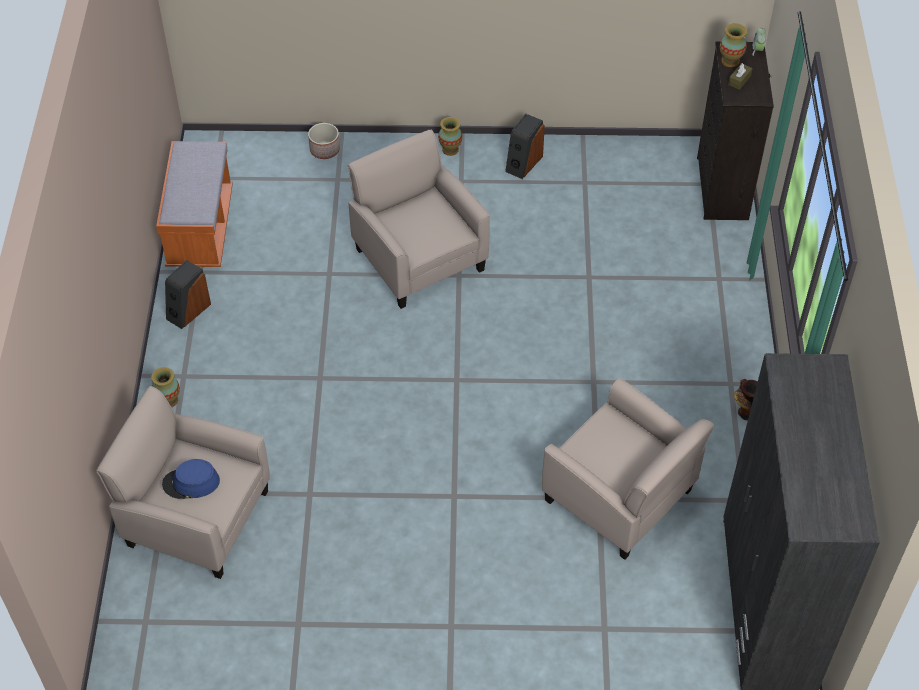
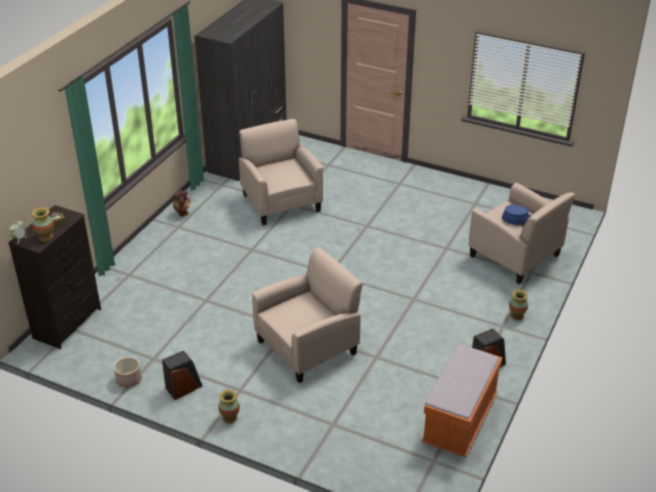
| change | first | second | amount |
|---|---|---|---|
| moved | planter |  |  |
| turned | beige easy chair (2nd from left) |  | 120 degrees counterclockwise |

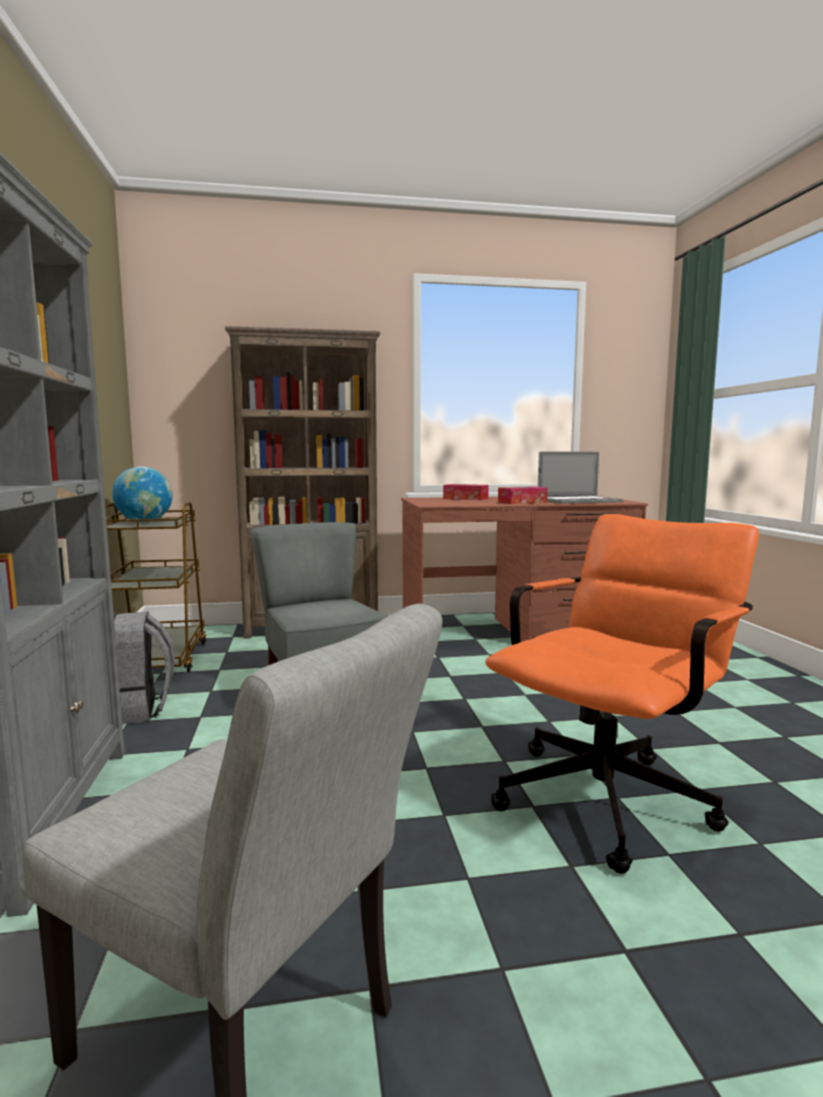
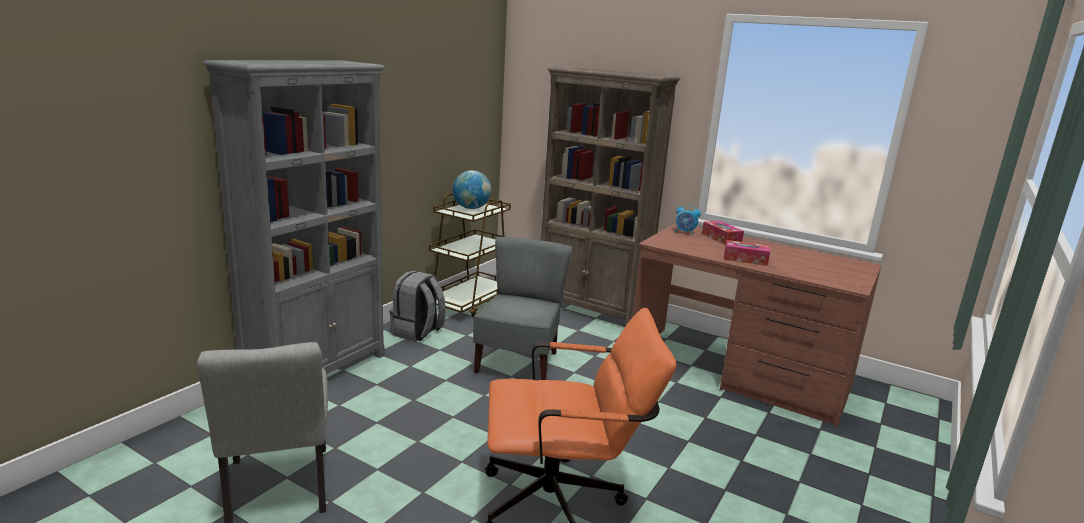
| change | first | second | amount |
|---|---|---|---|
| removed | portable computer |  |  |
| added |  | alarm clock |  |

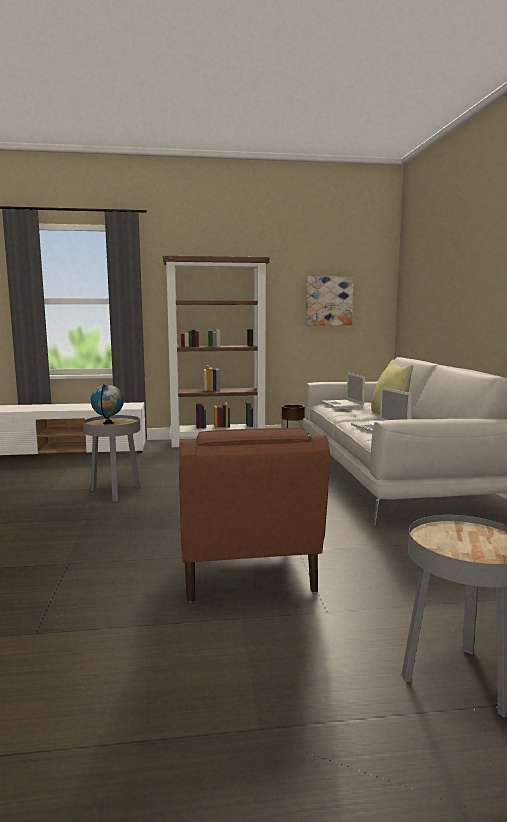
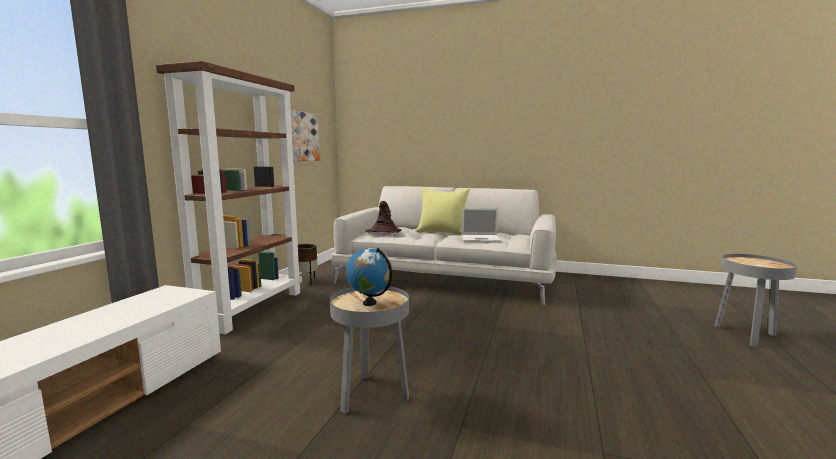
| change | first | second | amount |
|---|---|---|---|
| replaced | portable computer (1st from left) | brown-coloured wearable hat |  |
| removed | brown-coloured easy chair |  |  |

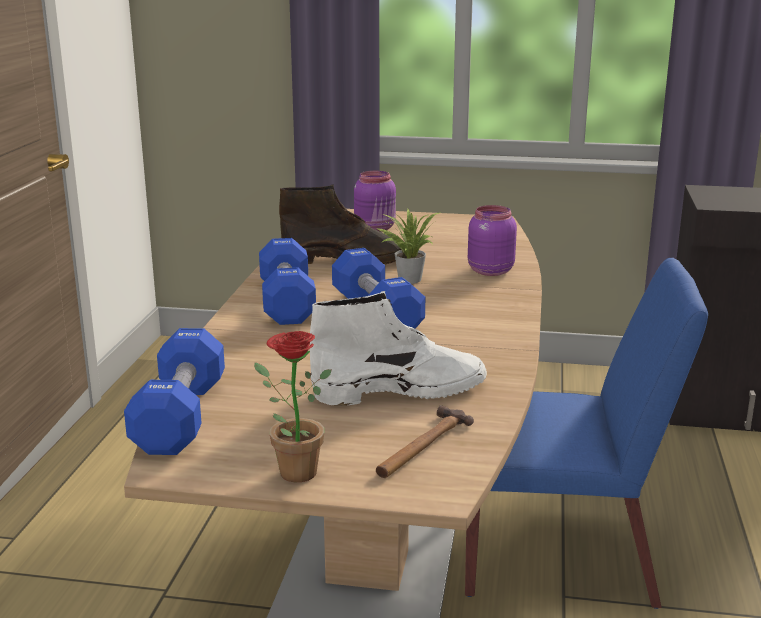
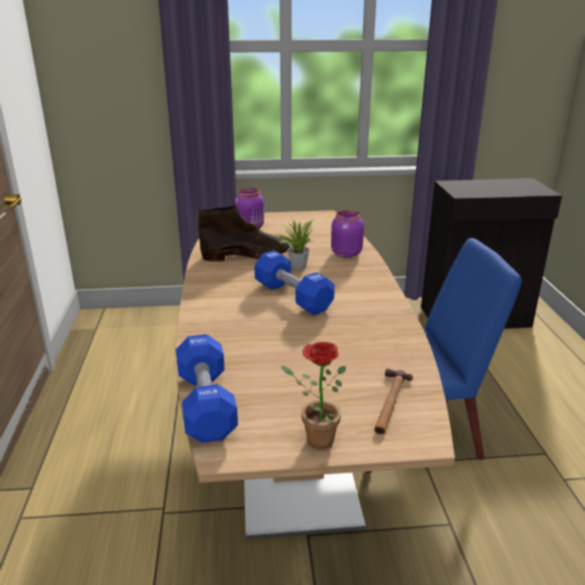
| change | first | second | amount |
|---|---|---|---|
| removed | bluish free weight (2nd from left) |  |  |
| removed | white-coloured high-top boot |  |  |

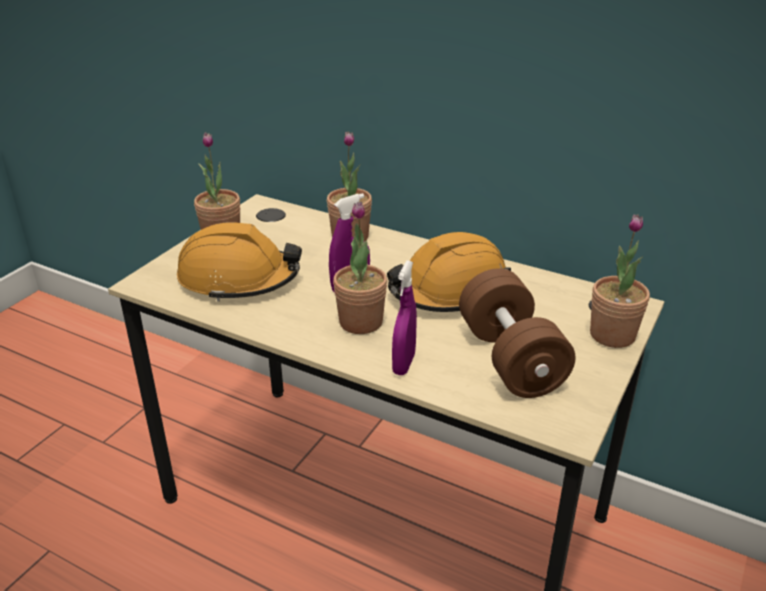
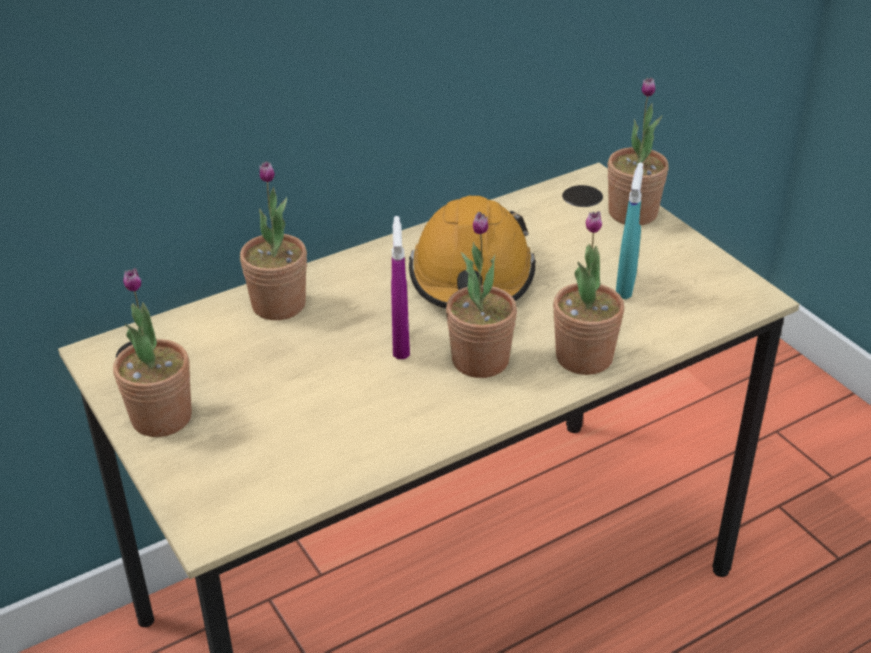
| change | first | second | amount |
|---|---|---|---|
| removed | orange work helmet (1st from left) |  |  |
| replaced | purple spray bottle (2nd from left) | plant in a pot (4th from left) |  |
| replaced | brown-coloured free weight | turquoise-coloured spray bottle |  |

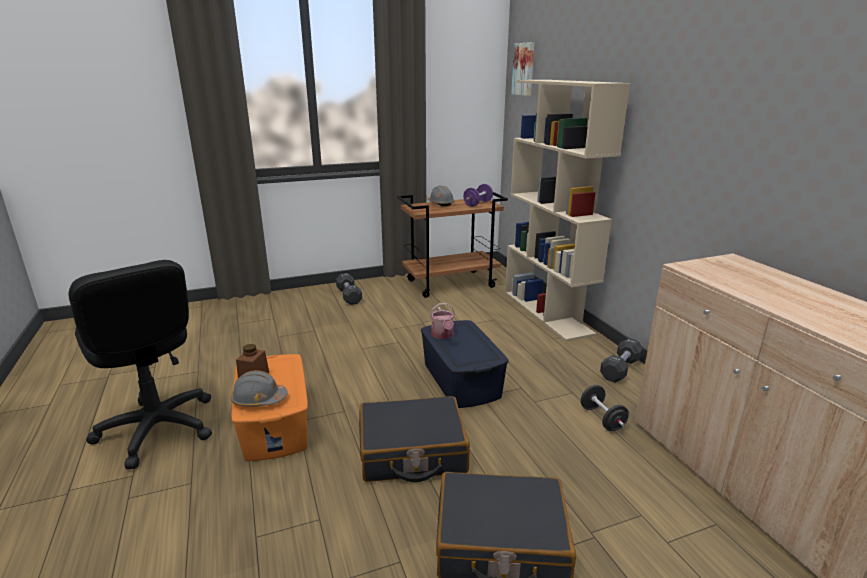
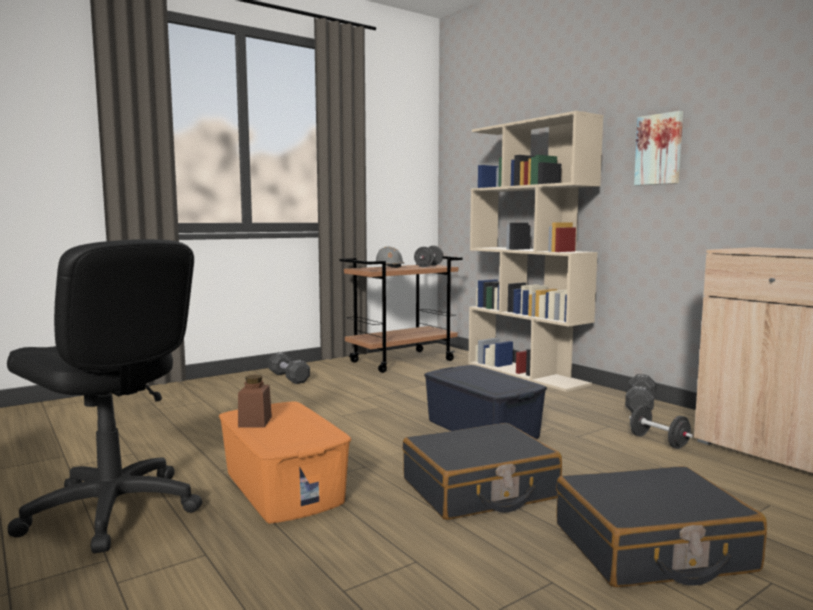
| change | first | second | amount |
|---|---|---|---|
| moved | wall picture |  |  |
| recoloured | purple free weight | black-coloured free weight (2nd from left) |  |
| removed | watering pot |  |  |
| removed | greyish work helmet (1st from left) |  |  |

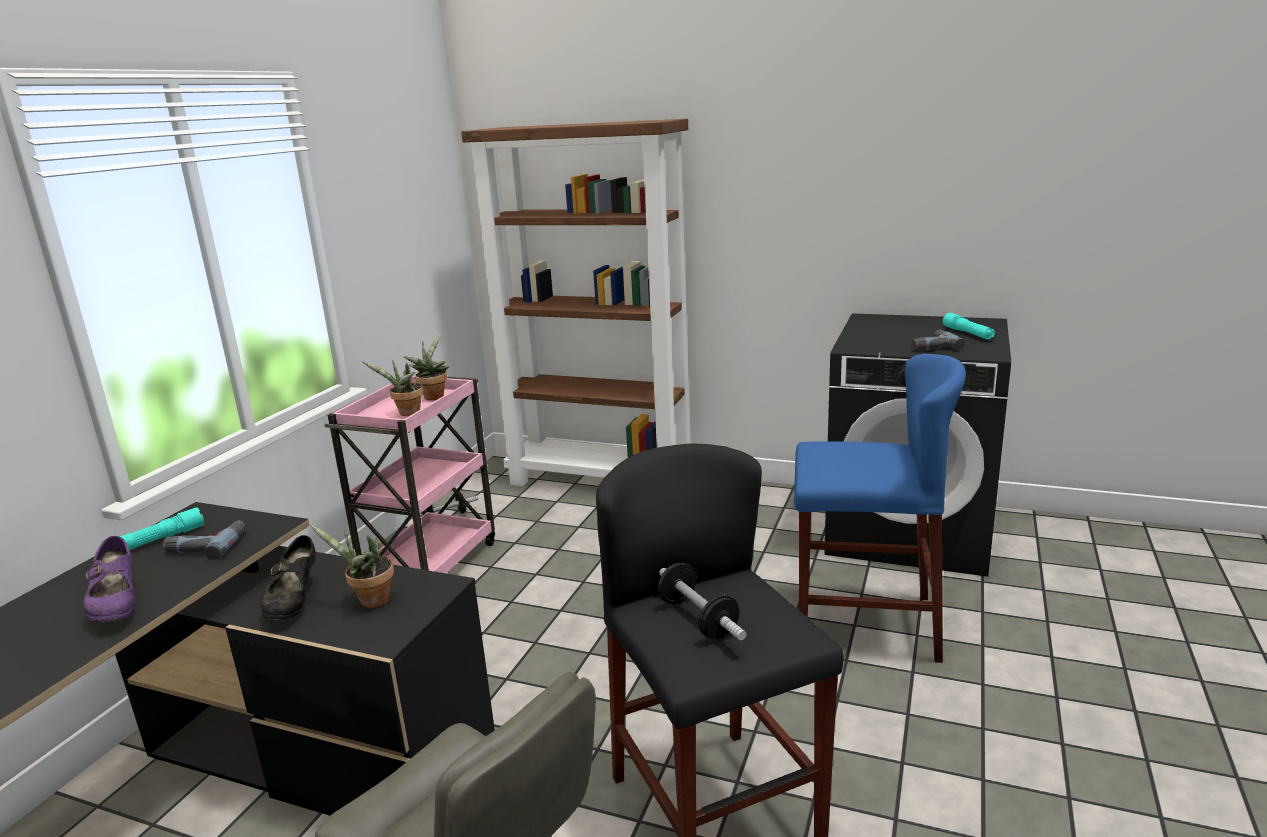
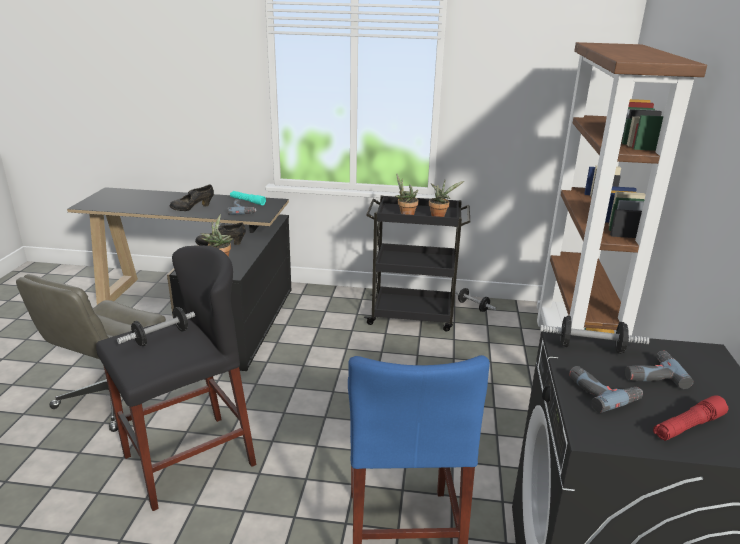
| change | first | second | amount |
|---|---|---|---|
| recoloured | turquoise-coloured hand torch (2nd from left) | red hand torch |  |
| recoloured | pink trolley | black-coloured trolley |  |
| recoloured | purple item of footwear | black-coloured item of footwear (1st from left) |  |
| added |  | free weight (3rd from left) |  |
| added |  | electric drill (3rd from left) |  |

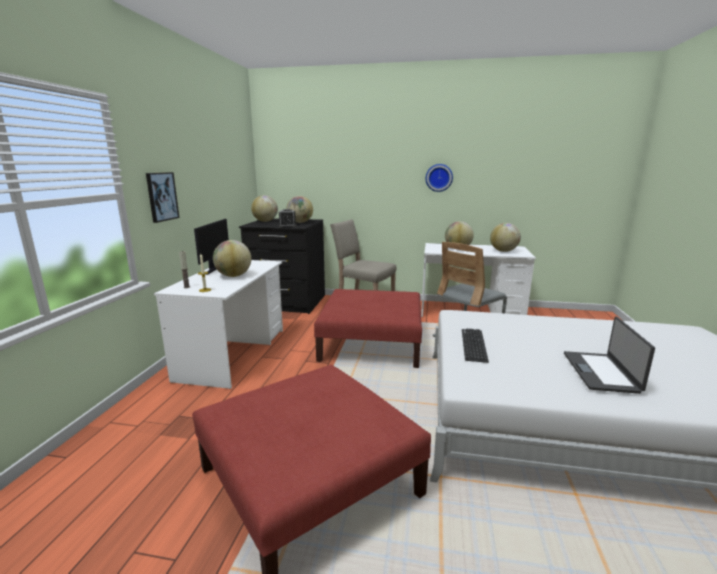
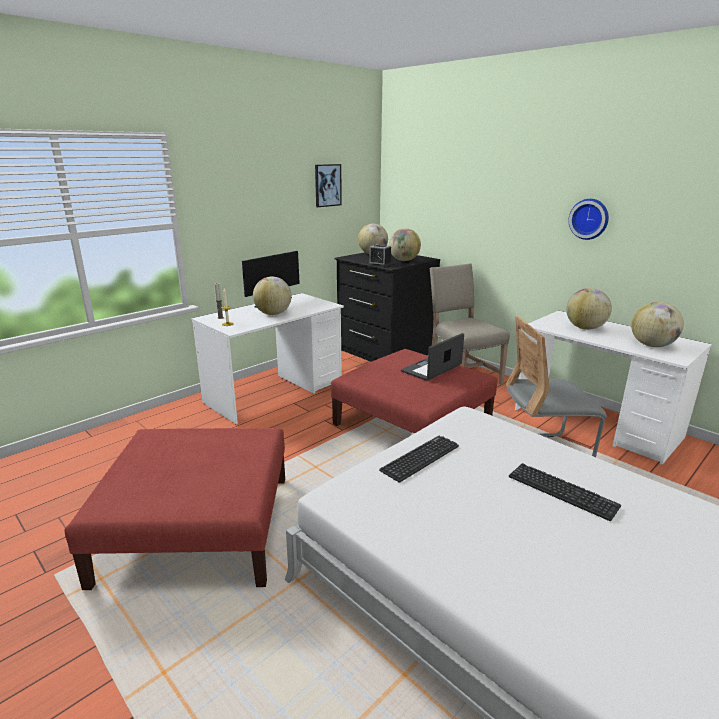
| change | first | second | amount |
|---|---|---|---|
| moved | wall picture |  |  |
| moved | portable computer |  |  |
| added |  | keyboard (2nd from left) |  |

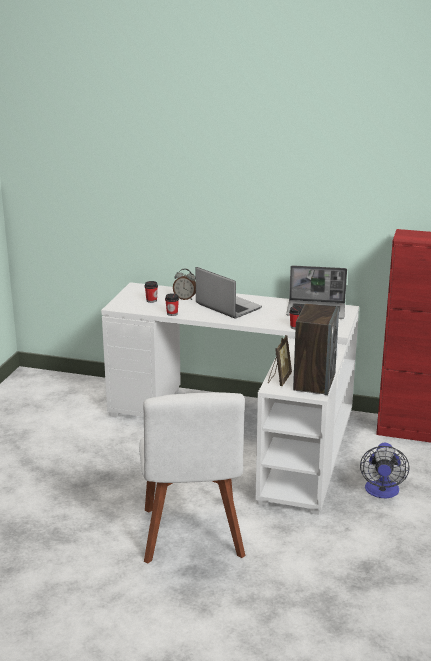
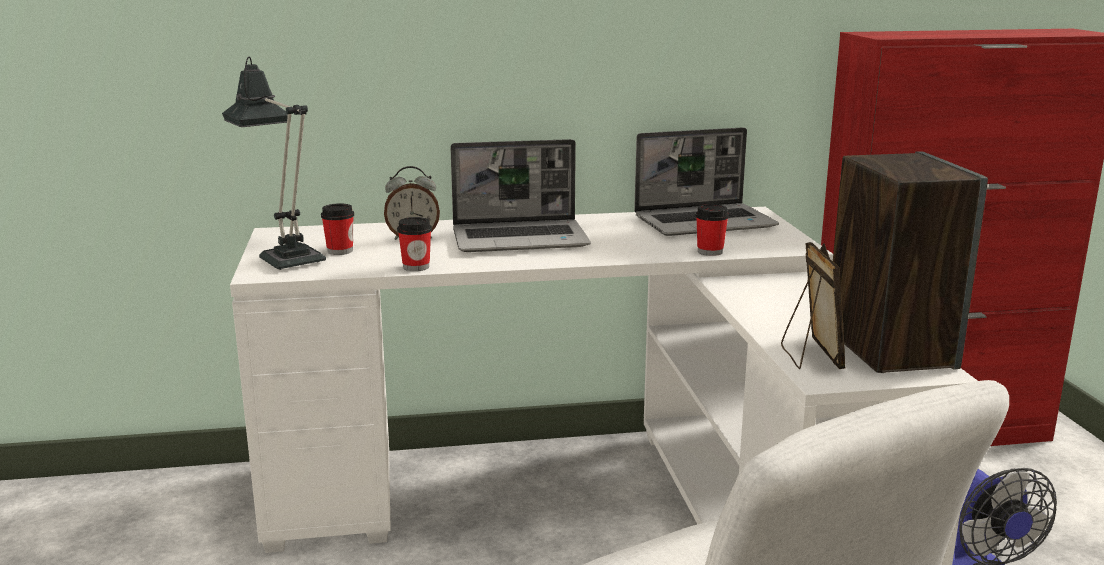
| change | first | second | amount |
|---|---|---|---|
| turned | portable computer (1st from left) |  | 150 degrees clockwise |
| added |  | tabletop lamp |  |

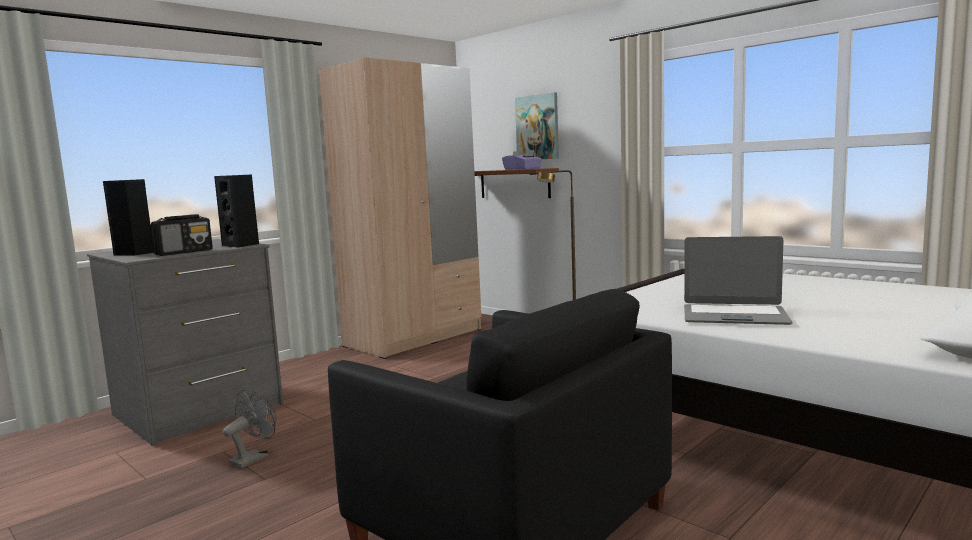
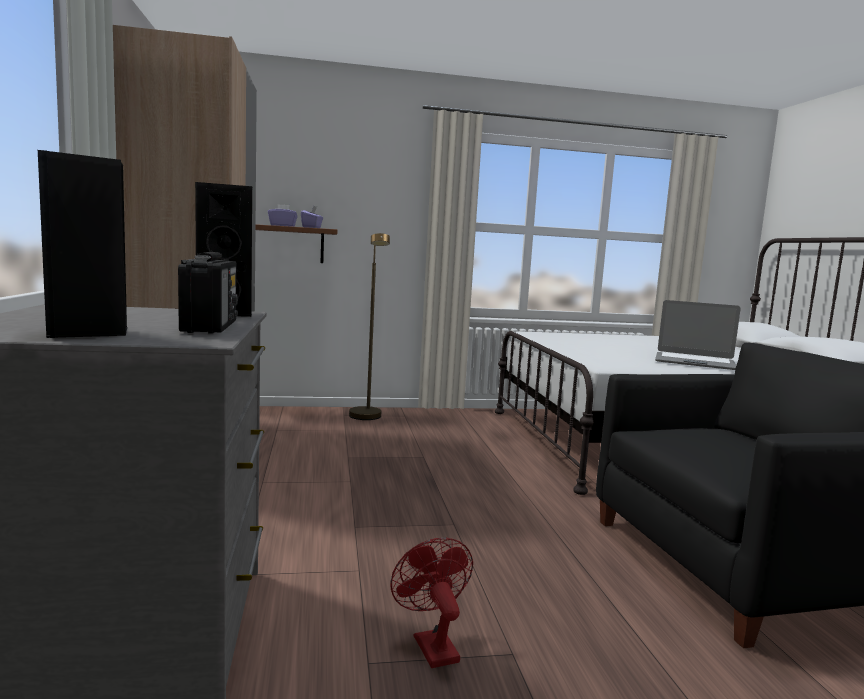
| change | first | second | amount |
|---|---|---|---|
| removed | wall picture |  |  |
| turned | portable computer |  | 60 degrees clockwise |
| recoloured | greyish electric fan | red electric fan |  |

